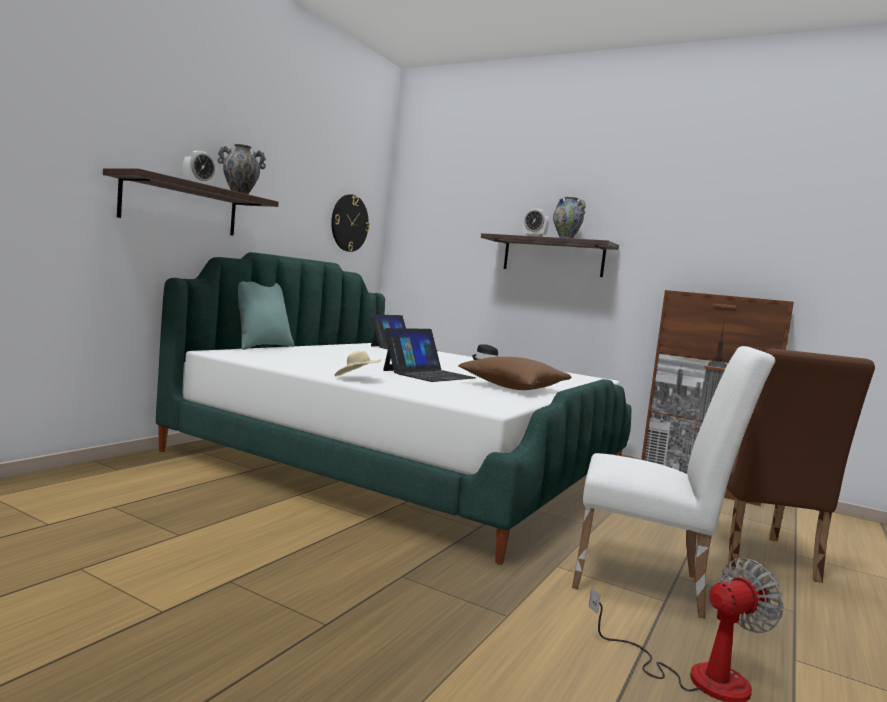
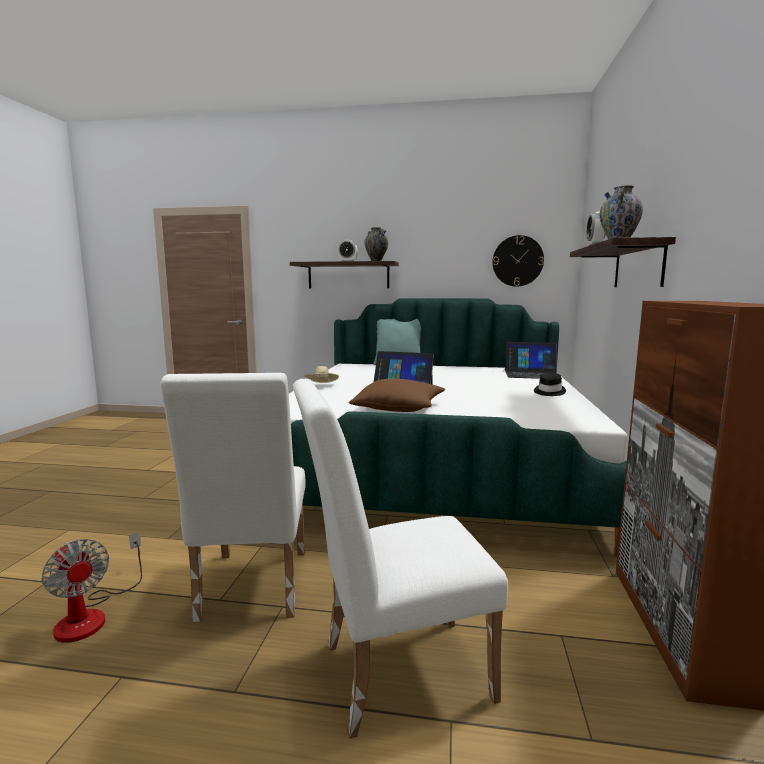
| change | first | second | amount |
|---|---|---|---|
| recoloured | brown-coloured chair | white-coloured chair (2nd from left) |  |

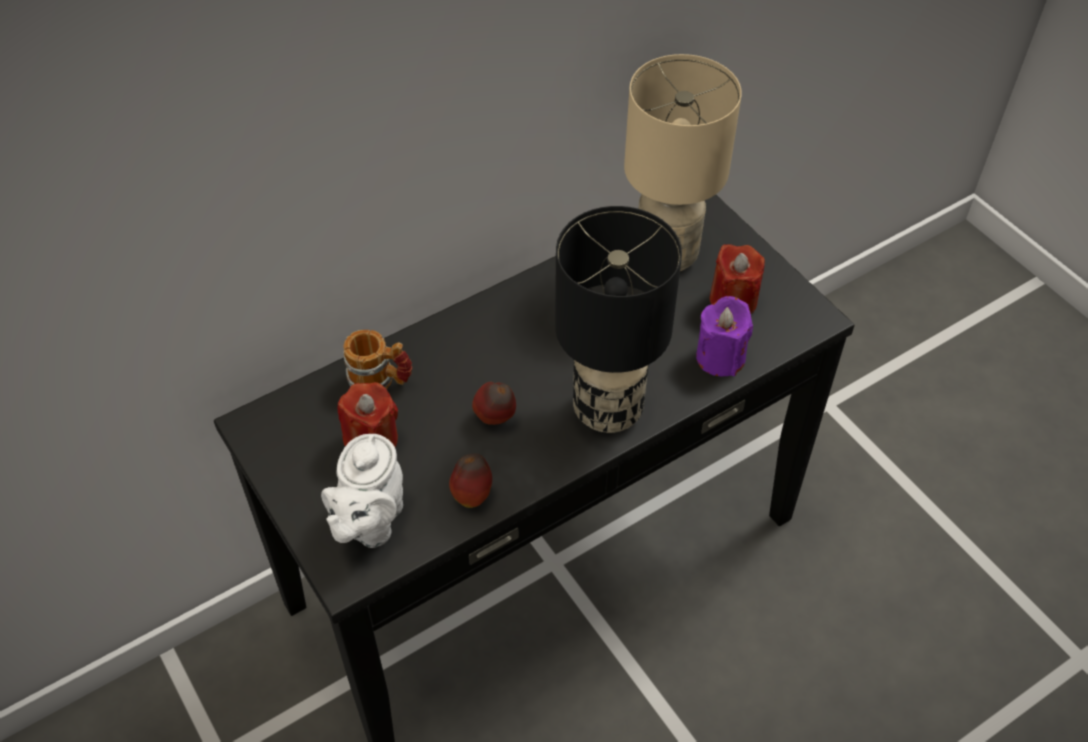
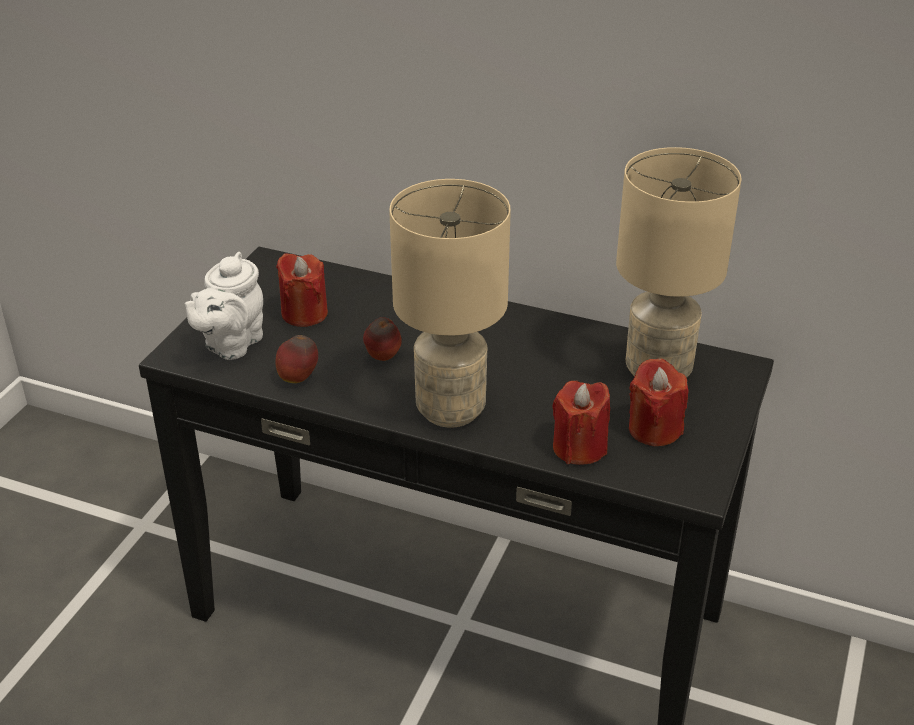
| change | first | second | amount |
|---|---|---|---|
| recoloured | black-coloured tabletop lamp | beige tabletop lamp (1st from left) |  |
| recoloured | purple wax candle | red wax candle (2nd from left) |  |
| removed | coffee mug |  |  |
| turned | white-coloured pot for tea |  | 45 degrees counterclockwise |

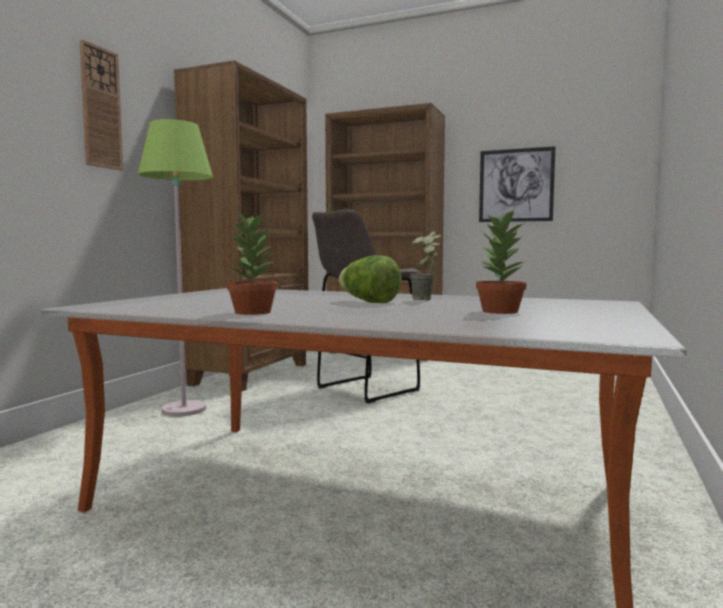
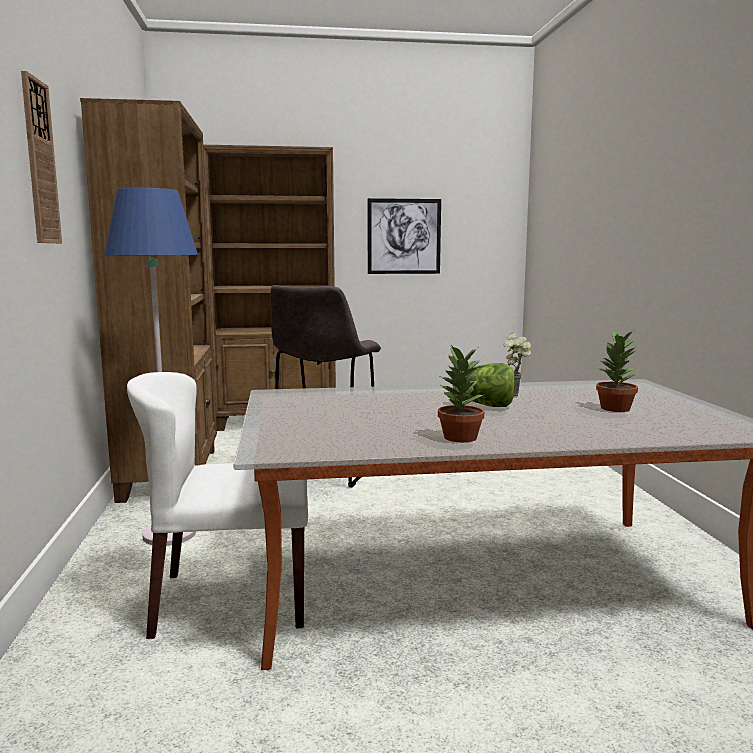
| change | first | second | amount |
|---|---|---|---|
| recoloured | greenish standard lamp | bluish standard lamp |  |
| added |  | white-coloured chair |  |

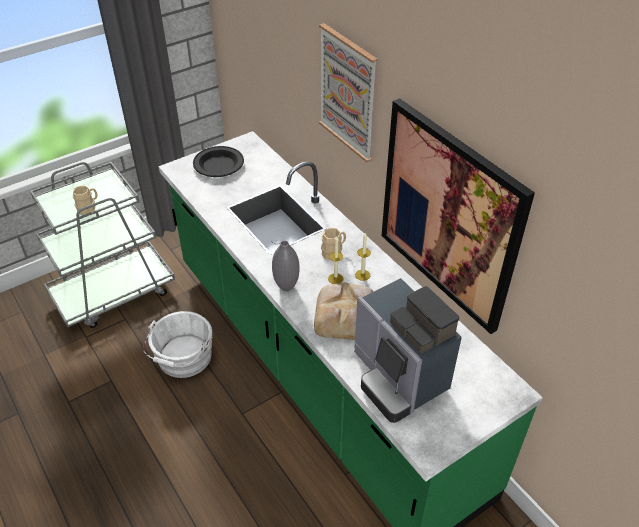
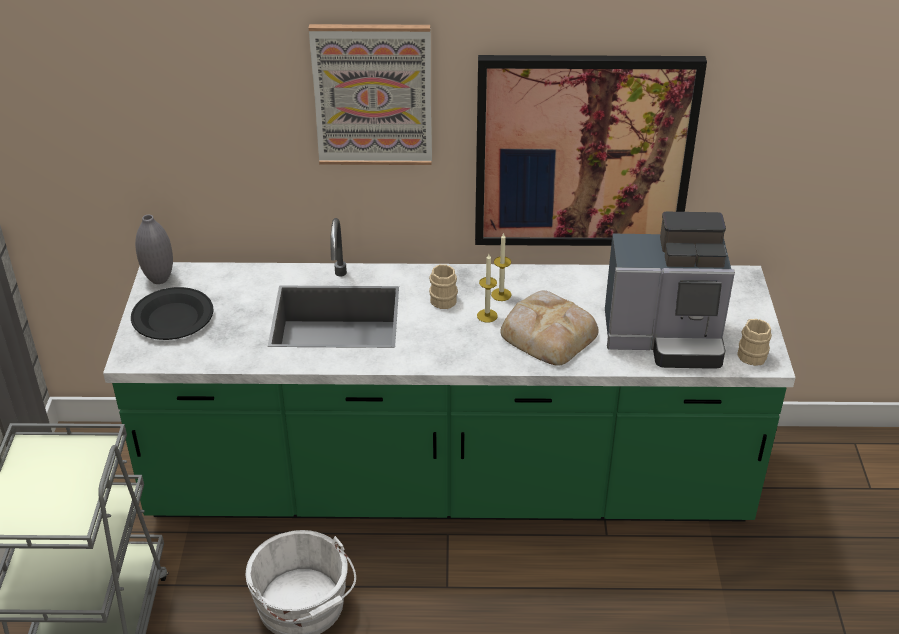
| change | first | second | amount |
|---|---|---|---|
| moved | beige coffee mug (1st from left in the first image) | beige coffee mug (2nd from left) |  |
| moved | greyish flower vase |  |  |

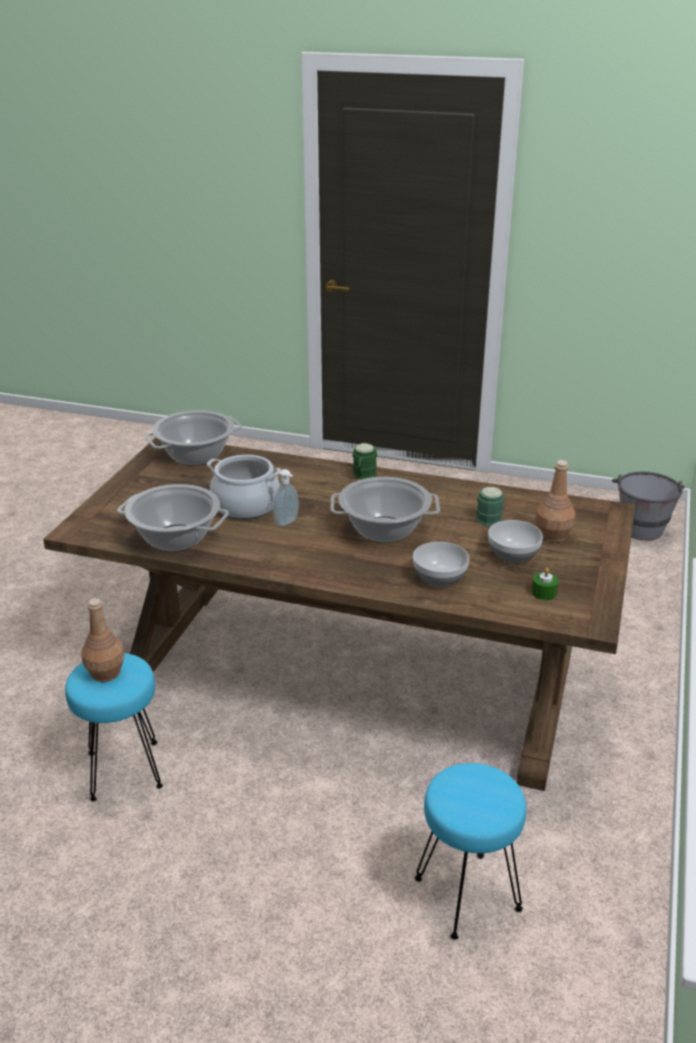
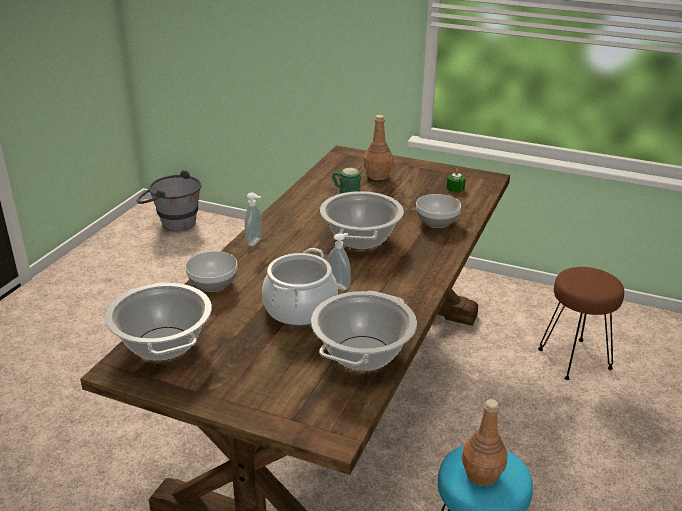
| change | first | second | amount |
|---|---|---|---|
| replaced | greenish coffee mug (1st from left) | soap bottle (1st from left) |  |
| moved | serving bowl (2nd from left in the first image) | serving bowl (1st from left) |  |
| recoloured | turquoise-coloured stool seat (2nd from left) | brown-coloured stool seat |  |

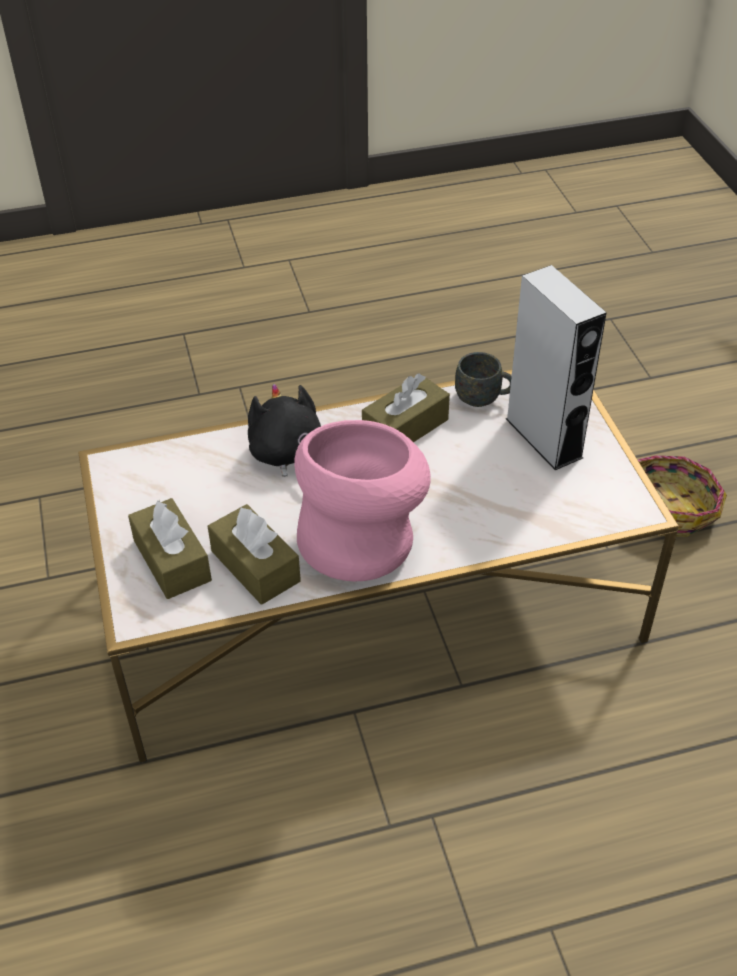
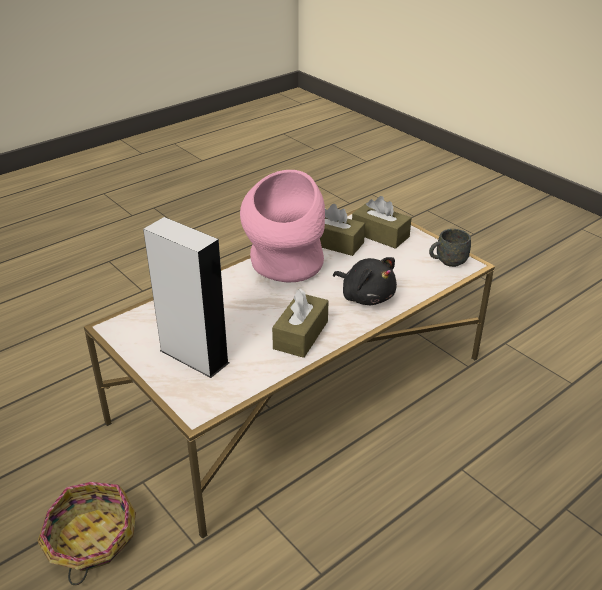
| change | first | second | amount |
|---|---|---|---|
| moved | greyish coffee mug |  |  |

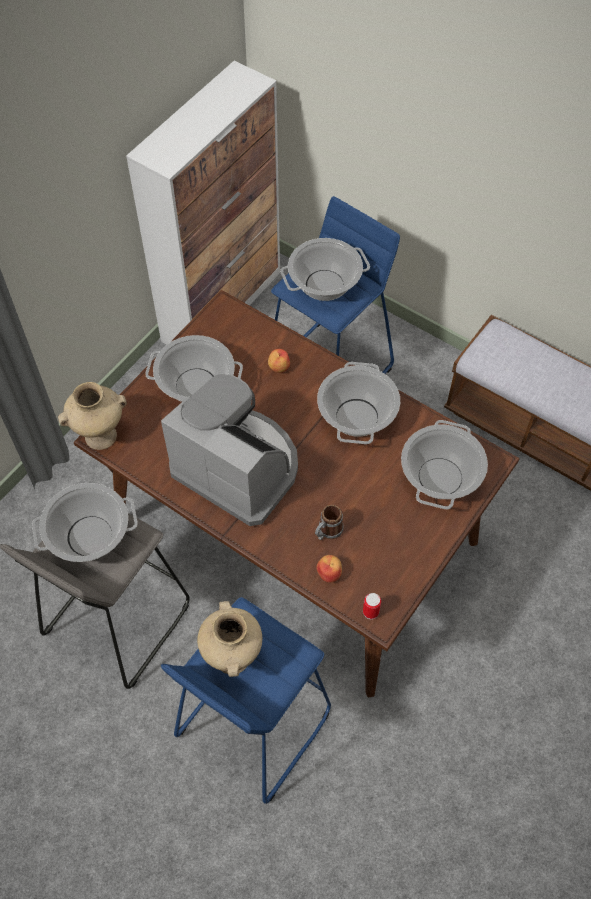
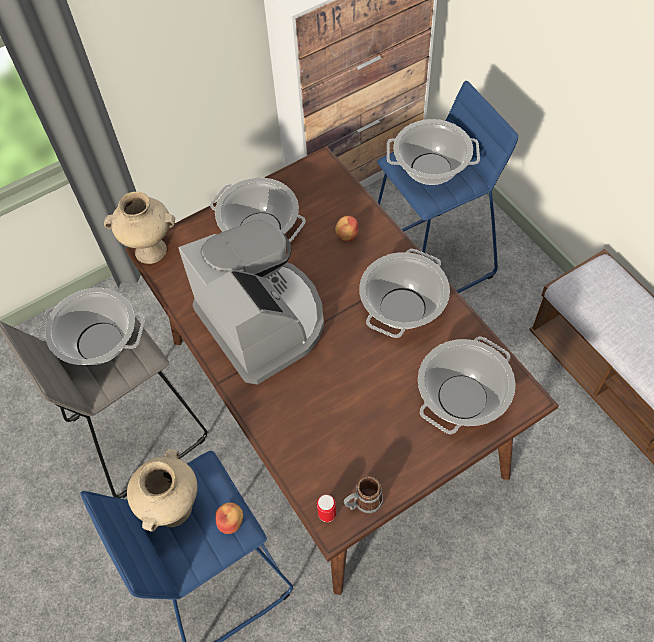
| change | first | second | amount |
|---|---|---|---|
| moved | coffee mug |  |  |
| moved | apple fruit (2nd from left in the first image) | apple fruit (1st from left) |  |

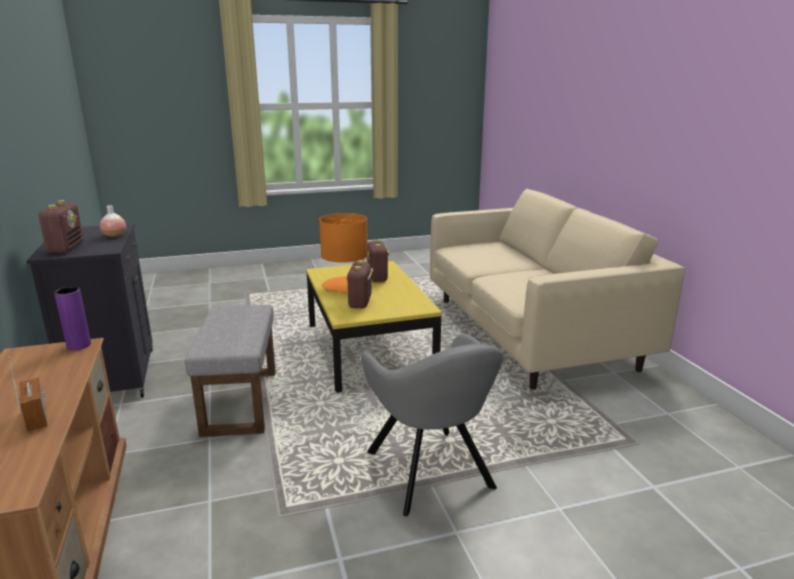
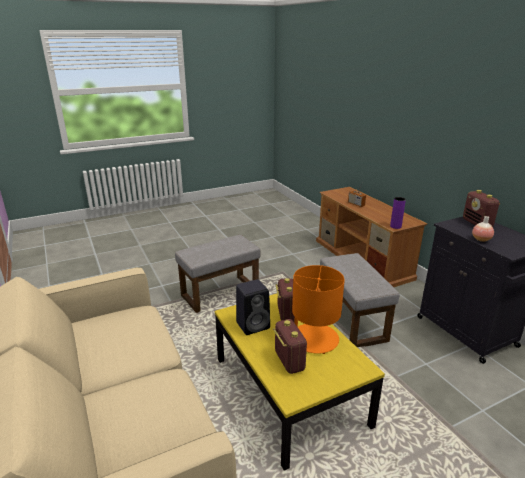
| change | first | second | amount |
|---|---|---|---|
| replaced | greyish easy chair | greyish footrest (1st from left) |  |
| added |  | black-coloured audio speaker |  |

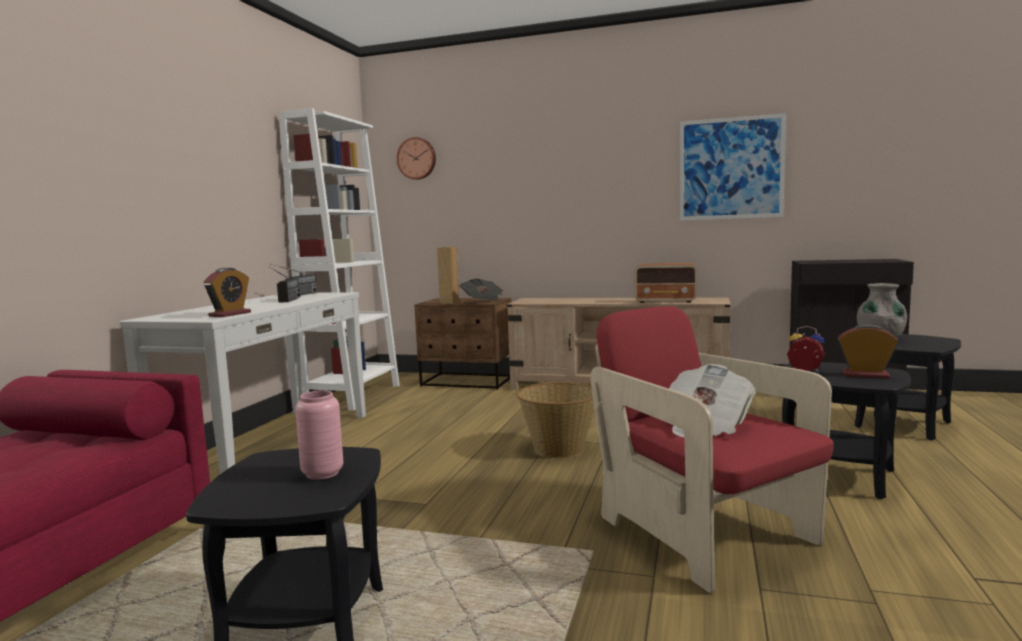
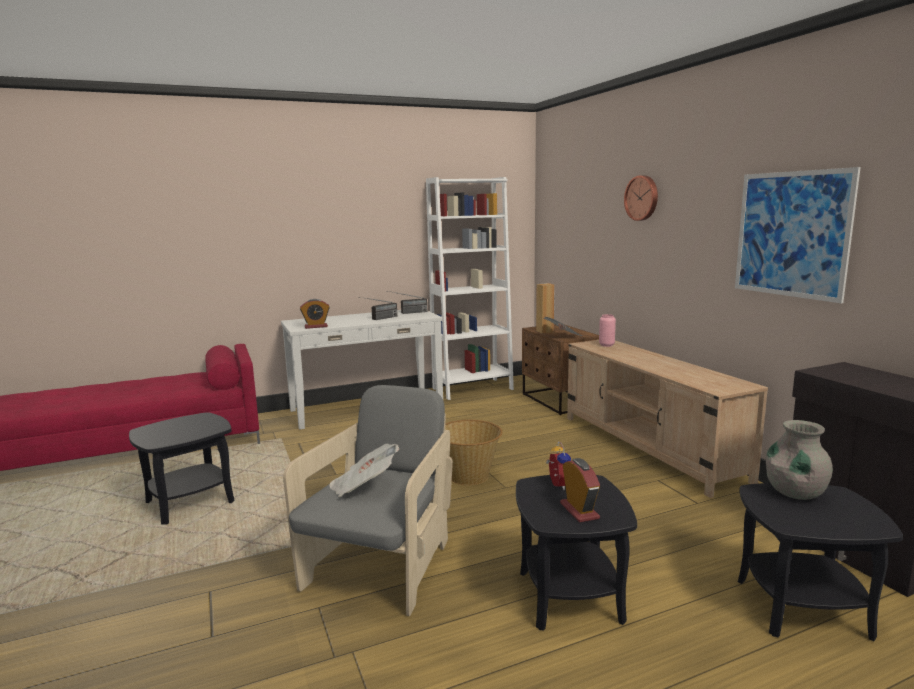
| change | first | second | amount |
|---|---|---|---|
| moved | hanging clock |  |  |
| removed | radio (3rd from left) |  |  |
| recoloured | red easy chair | greyish easy chair |  |
| moved | pink flower vase |  |  |

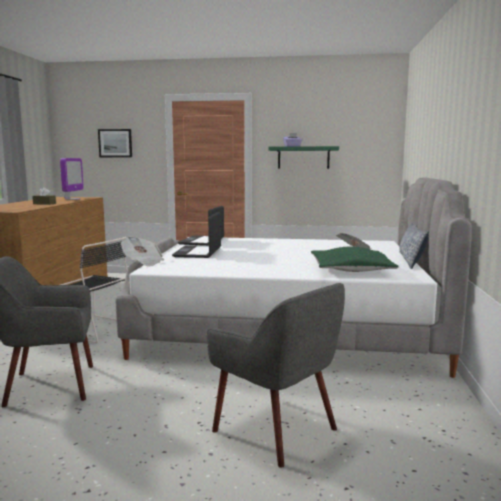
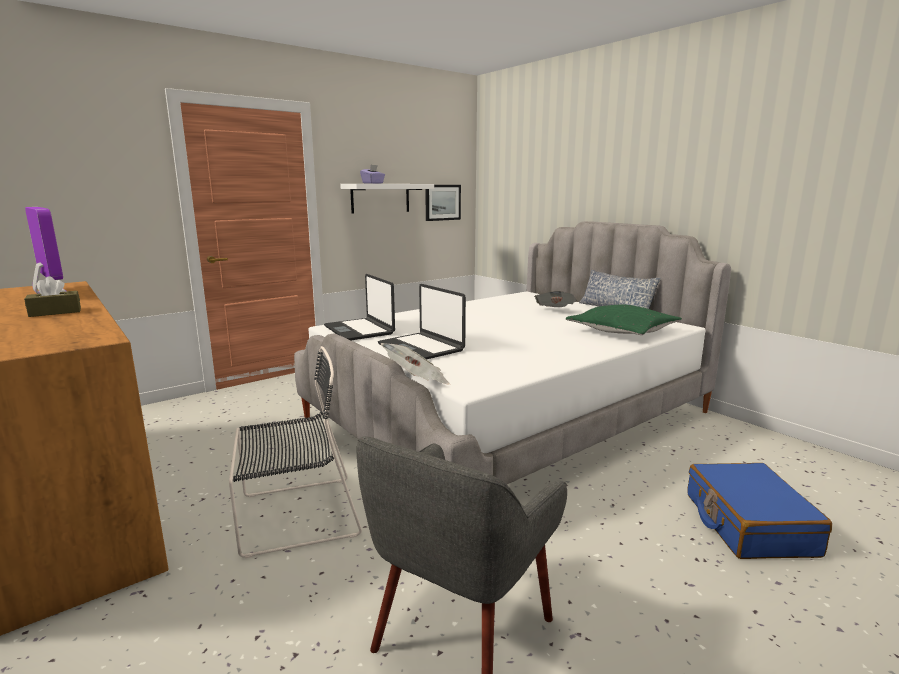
| change | first | second | amount |
|---|---|---|---|
| moved | wall picture |  |  |
| recoloured | greenish wall shelf | white-coloured wall shelf |  |
| replaced | greyish easy chair (2nd from left) | bluish suitcase |  |

